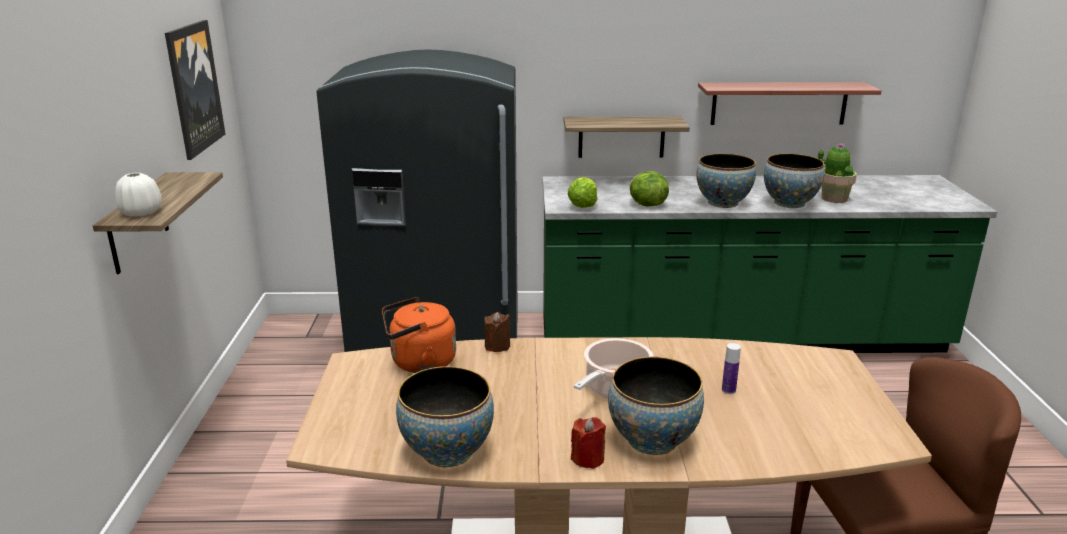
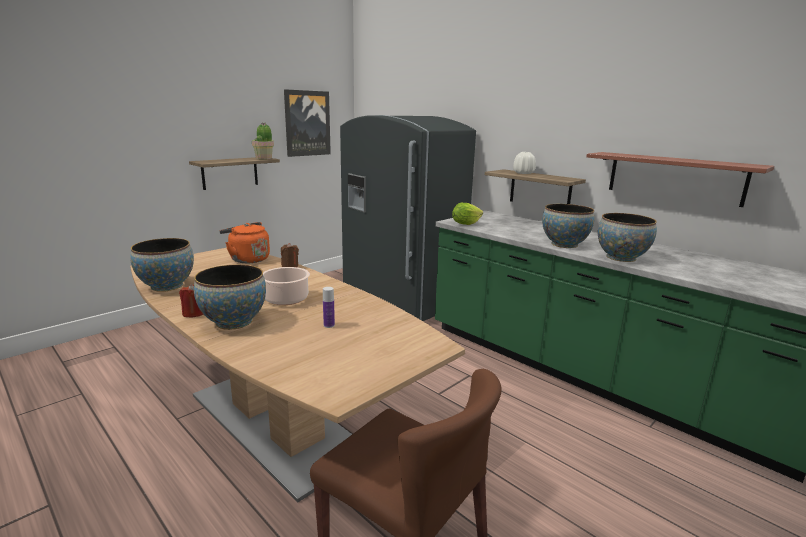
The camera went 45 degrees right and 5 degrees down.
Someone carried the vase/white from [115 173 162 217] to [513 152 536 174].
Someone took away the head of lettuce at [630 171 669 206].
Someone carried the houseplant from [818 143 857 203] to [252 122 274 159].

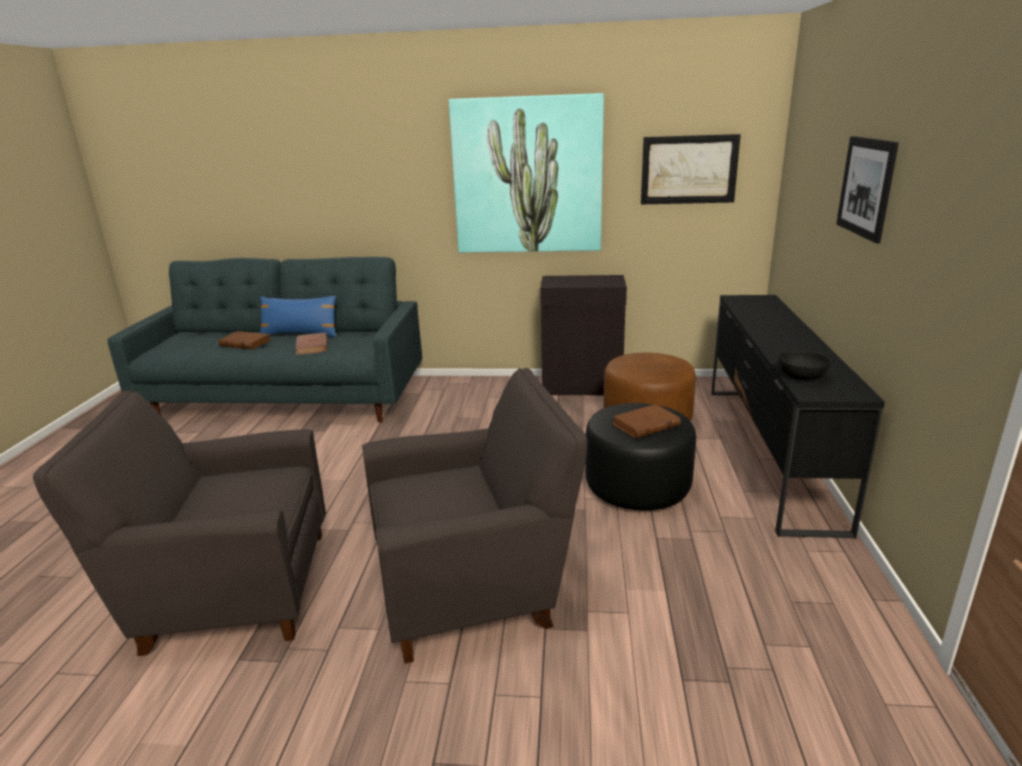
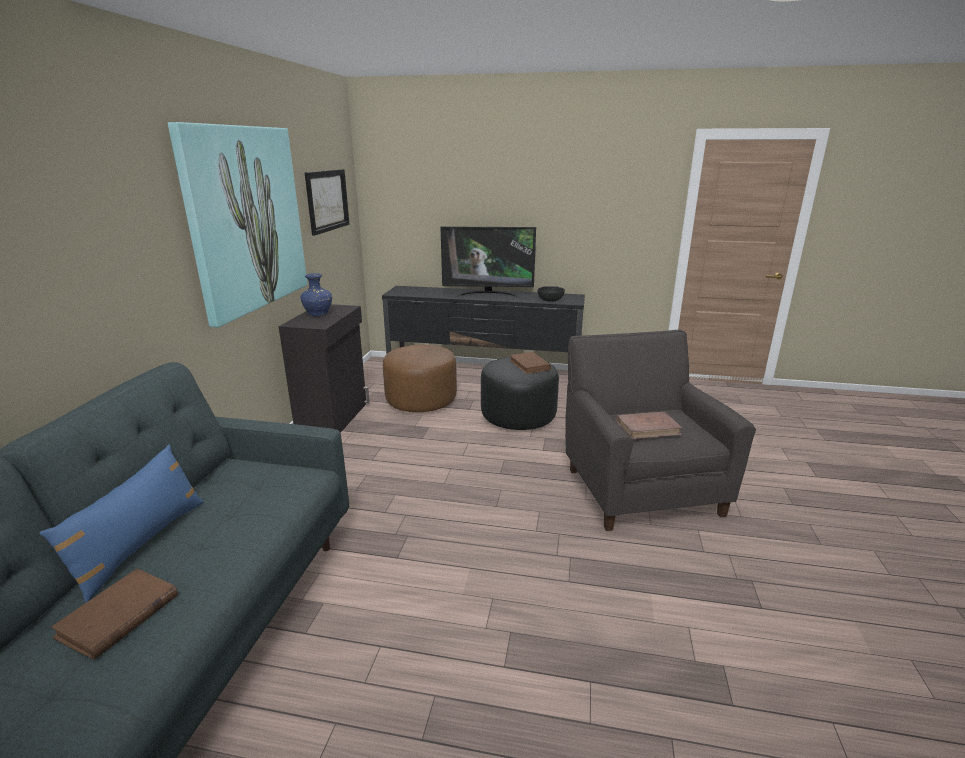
The camera went 85 degrees left and 0 degrees up.
Someone took away the armchair/greyish at [33 390 326 656].
Someone carried the book/brown-coloured from [295 333 327 355] to [616 412 682 439].
Someone took away the picture at [836 136 899 243].
Someone put down the vase/bluish at [301 273 332 316].
Someone put down the television at [440 226 536 298].

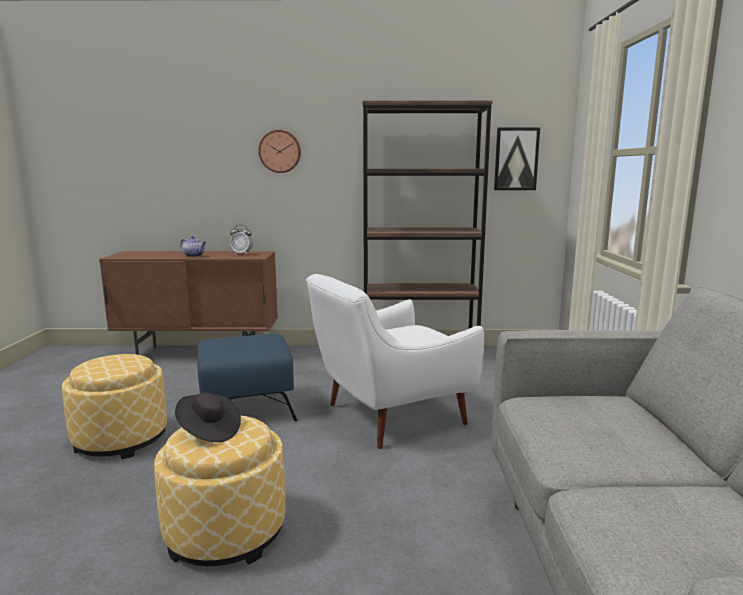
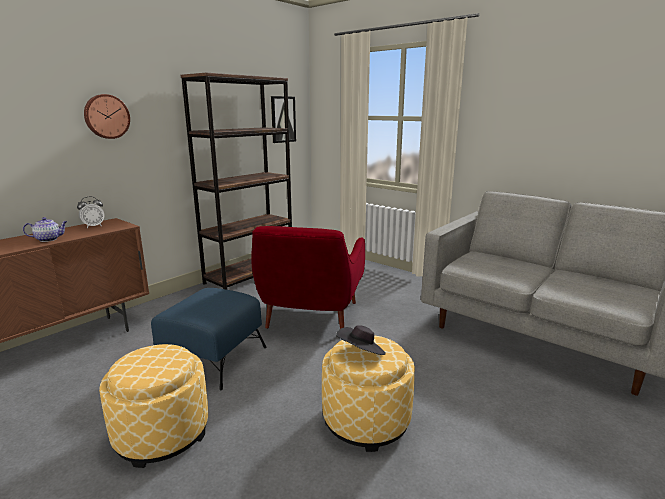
The camera went 50 degrees left and 5 degrees up.
Someone repainted the armchair/white at [306 274 484 449], which became the armchair/red-coloured at [252 226 365 329].

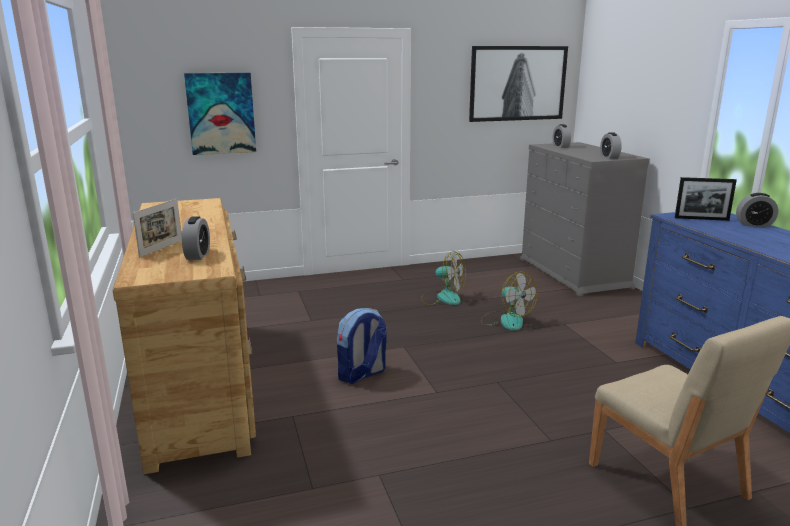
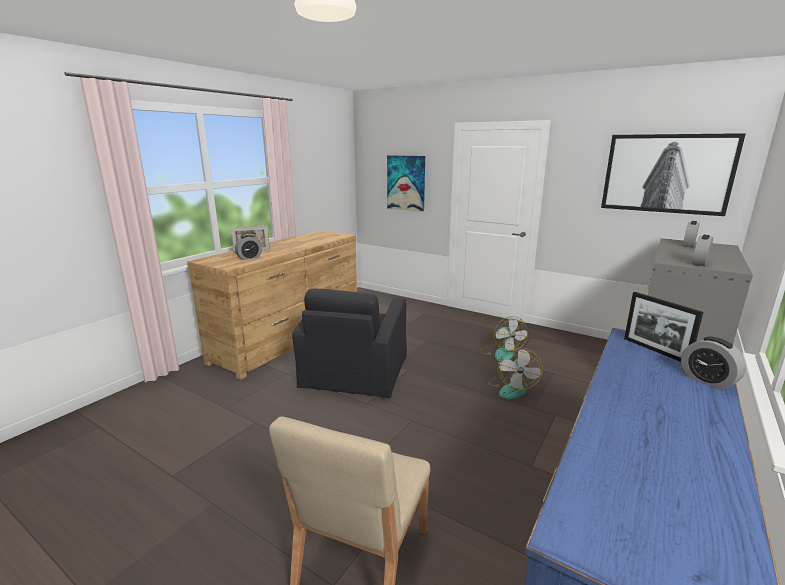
The camera went 50 degrees right and 0 degrees up.
Someone swapped the rucksack at [337 308 387 384] for the armchair/black at [292 289 407 398].

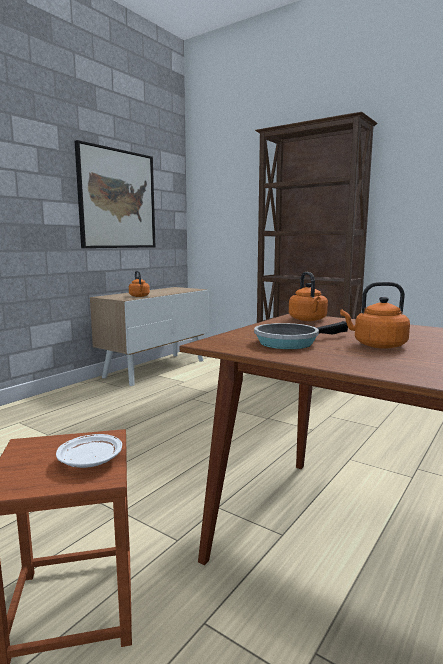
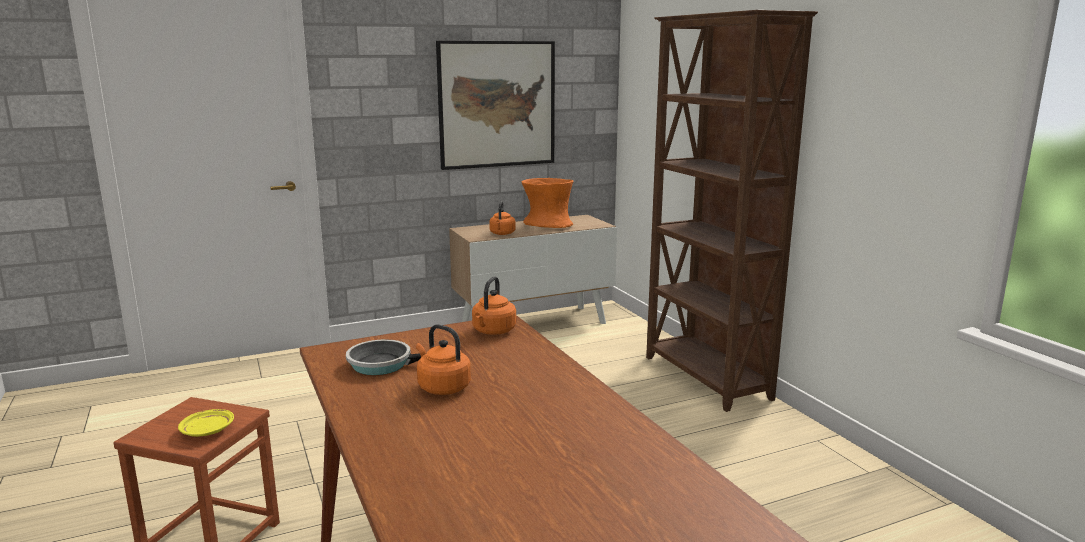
The camera went 30 degrees right and 5 degrees up.
Someone repainted the flat dish/white at [56 434 122 468], which became the flat dish/yellow at [178 409 234 437].
Someone put down the vase/orange at [522 178 573 228].

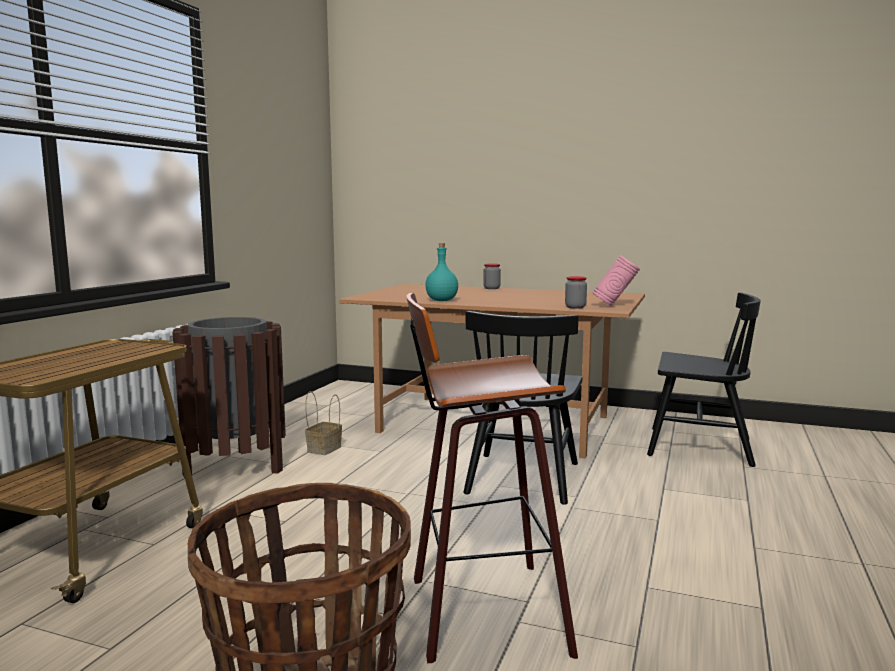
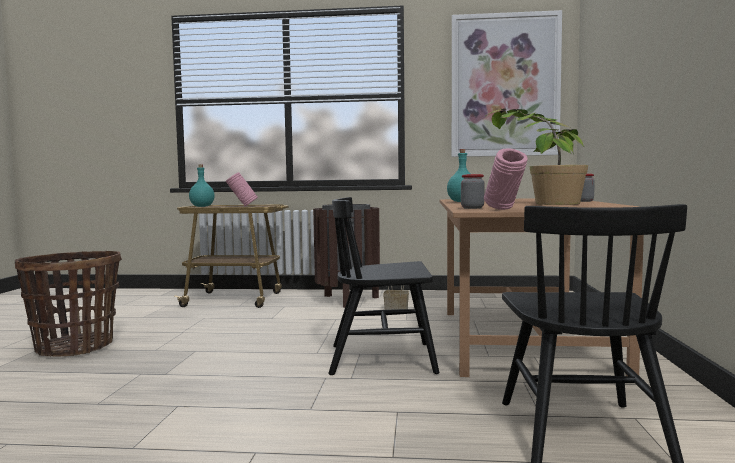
The camera went 75 degrees right and 5 degrees down.
Someone took away the sitting stool at [406 293 578 663].
Someone put down the beverage bottle/turquoise at [189 164 215 207].
Someone put down the vase/pinkish at [226 172 258 207].
Someone put up the picture at [452 10 562 157].
Someone put down the houseplant at [486 109 588 205].

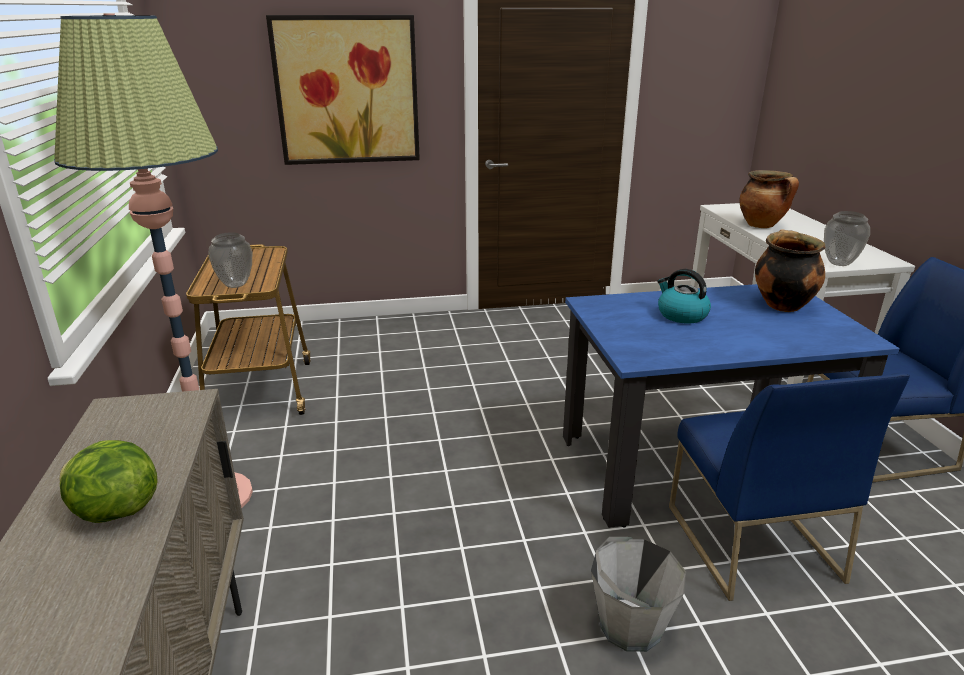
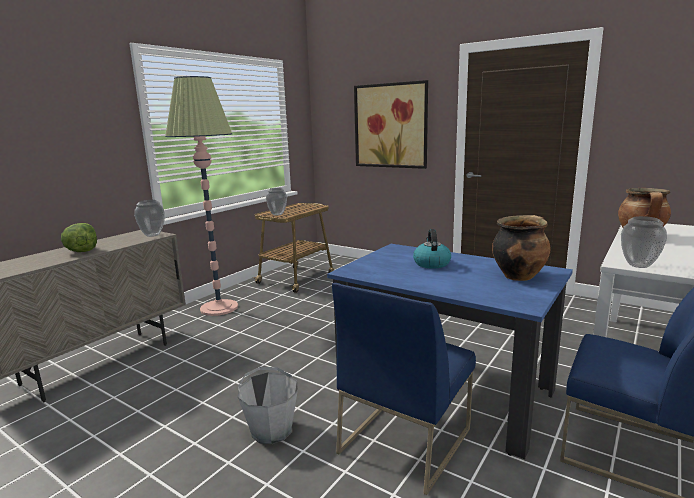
The camera went 45 degrees right and 10 degrees down.
Someone put down the vase at [134 200 165 237].

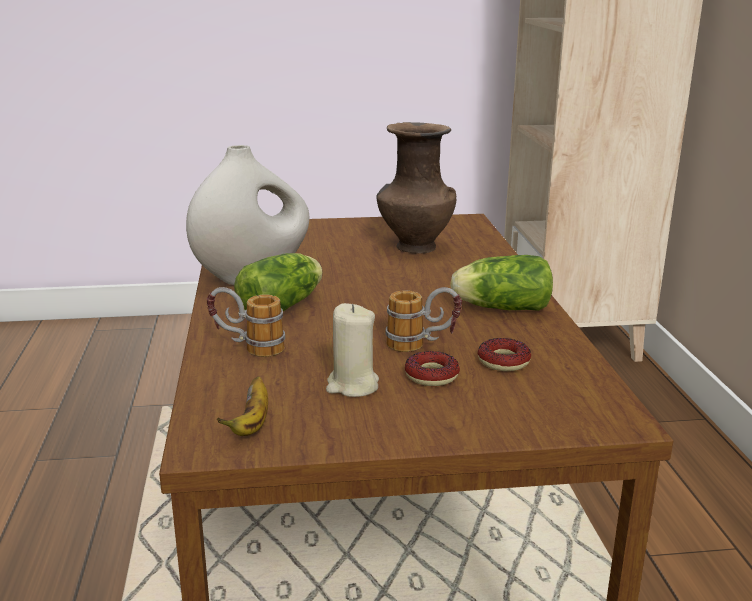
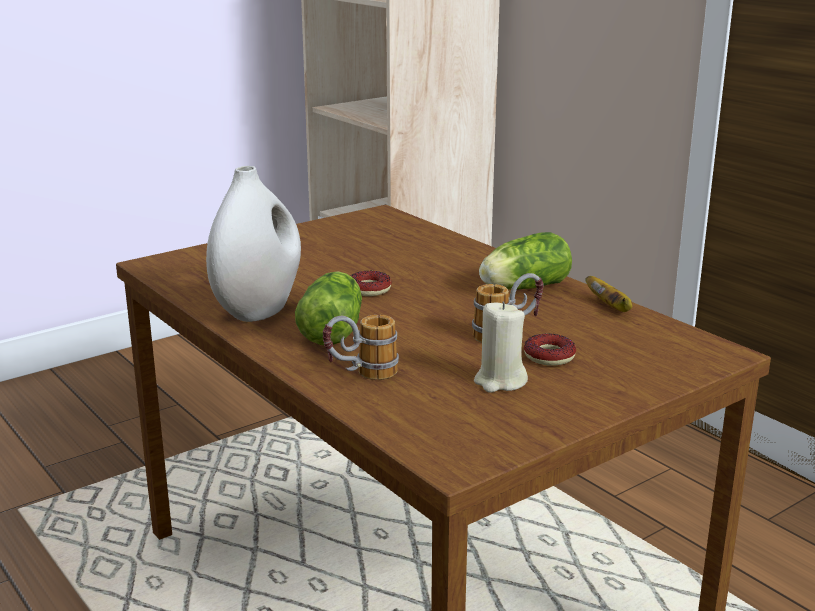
The camera went 30 degrees left and 0 degrees up.
Someone carried the banana from [217 376 268 436] to [585 276 632 312].
Someone took away the vase/brown-coloured at [376 122 456 254].
Someone carried the ring doughnut from [477 338 531 371] to [351 271 391 296].

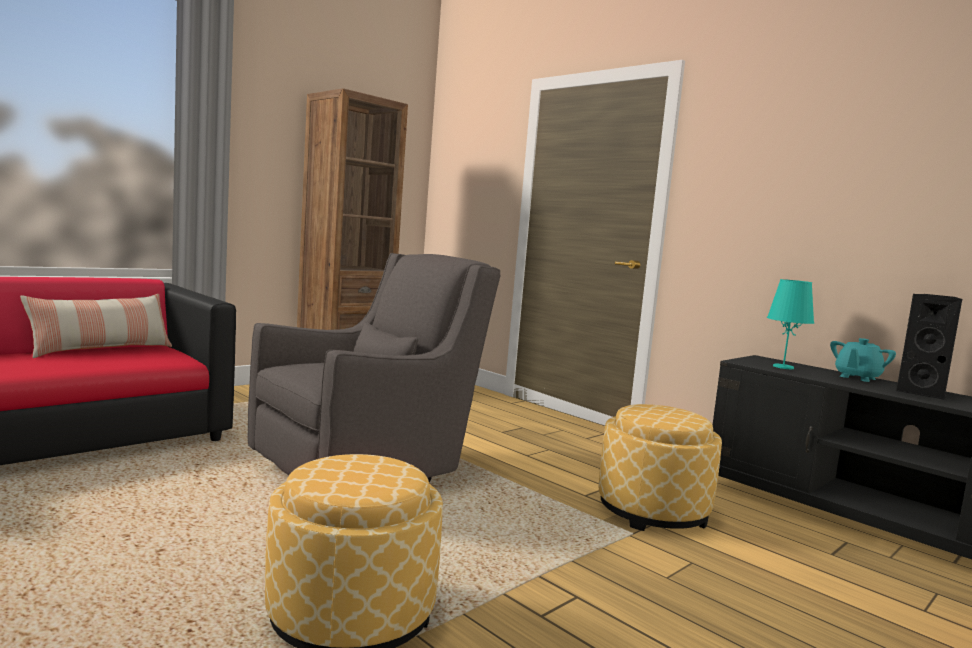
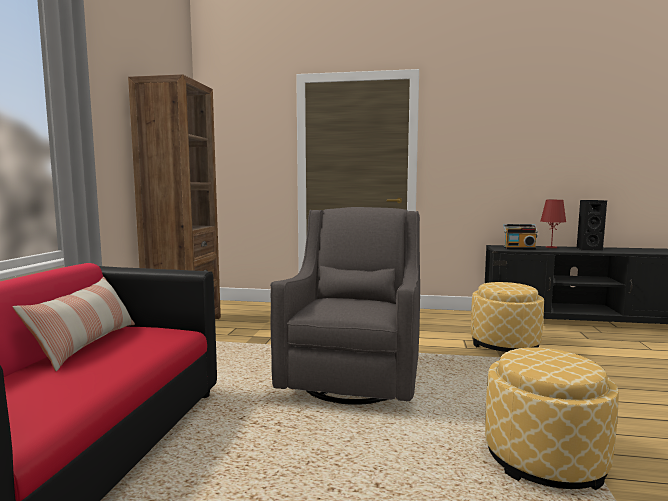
The camera went 35 degrees left and 0 degrees up.
Someone swapped the tabletop lamp/turquoise at [767 279 814 369] for the radio receiver at [503 224 538 249].
Someone swapped the teapot/turquoise at [830 338 896 382] for the tabletop lamp/red-coloured at [541 200 566 248].

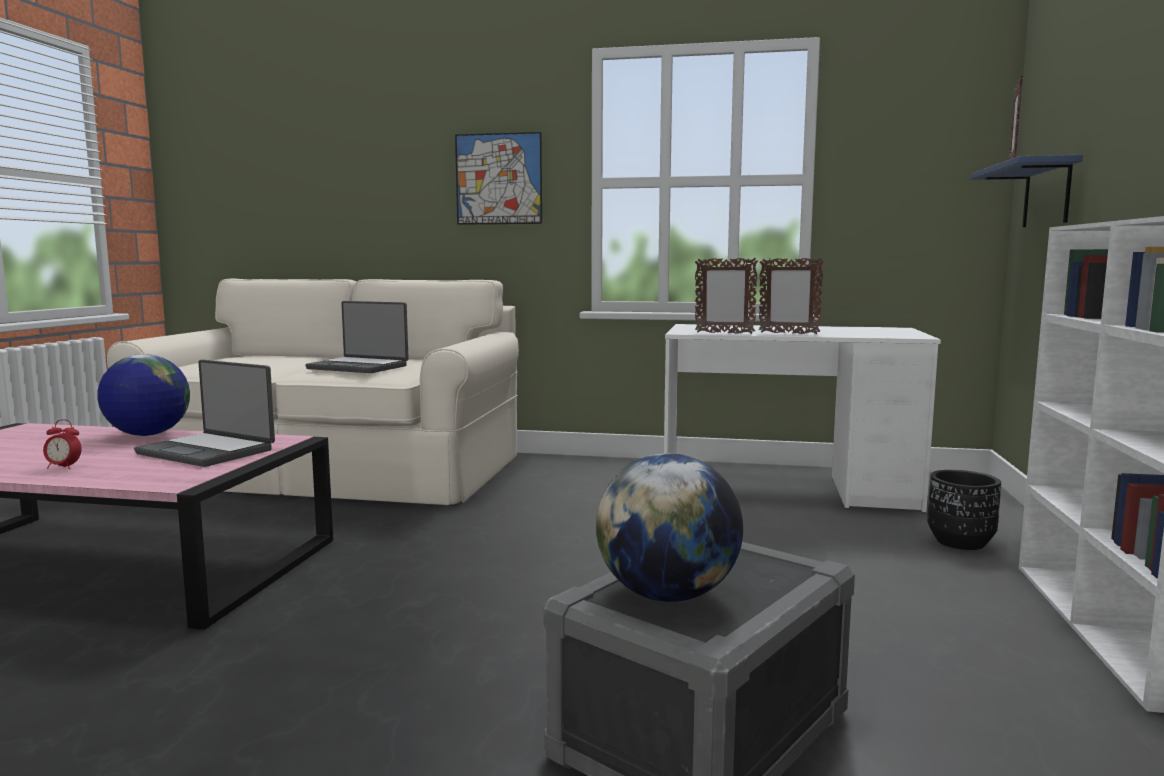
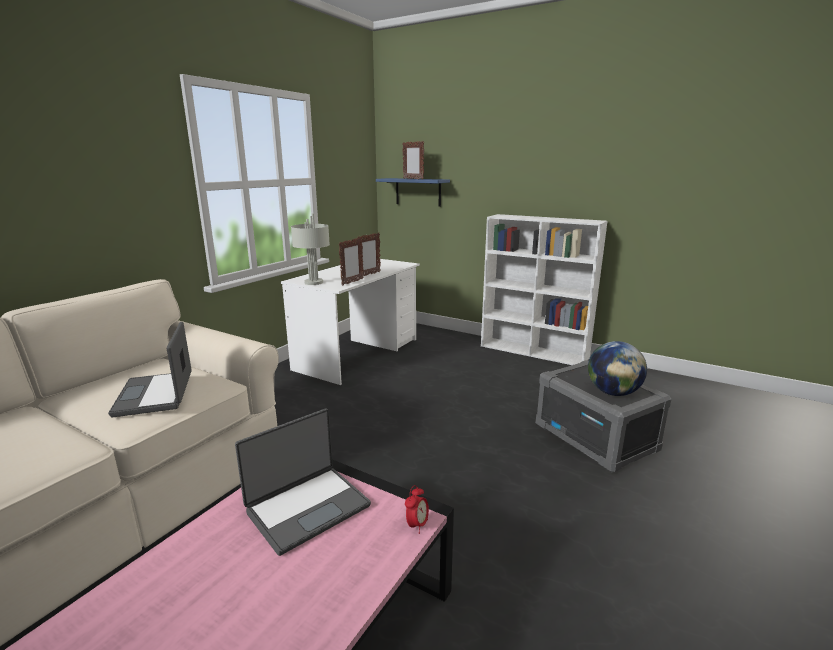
The camera went 70 degrees left and 10 degrees up.
Someone carried the bedside clock from [43 419 82 469] to [405 485 429 534].
Someone took away the world globe at [97 354 190 436].
Someone rotated the notebook computer at [305 301 409 373] by 120 degrees clockwise.
Someone took away the picture at [455 132 542 225].
Someone took away the planter/black at [927 470 1001 550].
Someone put down the tabletop lamp/greyish at [291 213 330 285].

